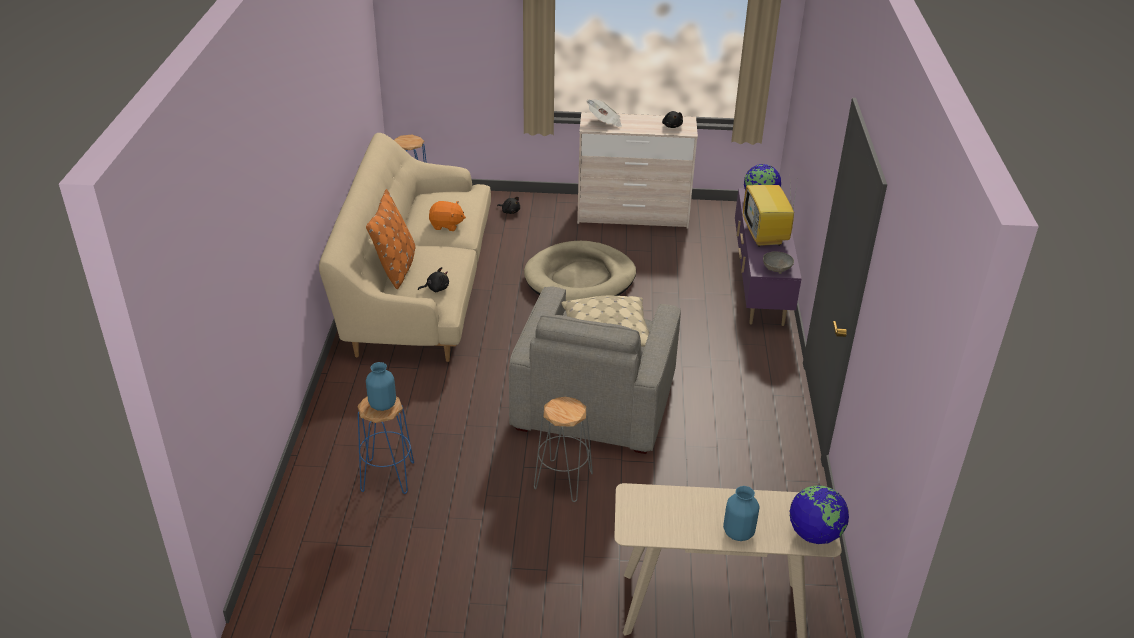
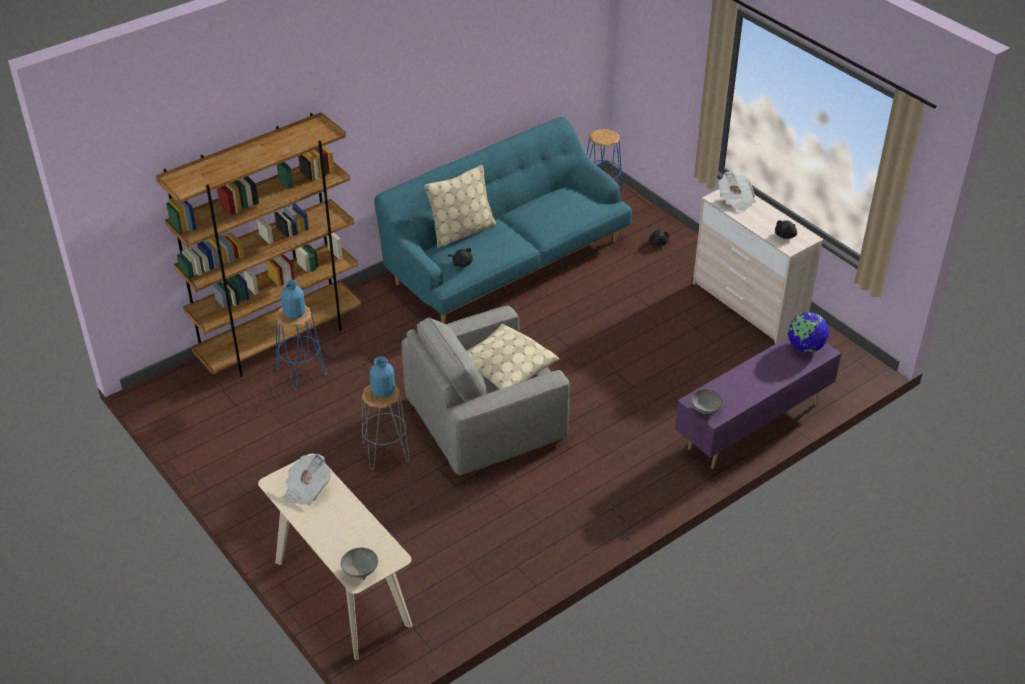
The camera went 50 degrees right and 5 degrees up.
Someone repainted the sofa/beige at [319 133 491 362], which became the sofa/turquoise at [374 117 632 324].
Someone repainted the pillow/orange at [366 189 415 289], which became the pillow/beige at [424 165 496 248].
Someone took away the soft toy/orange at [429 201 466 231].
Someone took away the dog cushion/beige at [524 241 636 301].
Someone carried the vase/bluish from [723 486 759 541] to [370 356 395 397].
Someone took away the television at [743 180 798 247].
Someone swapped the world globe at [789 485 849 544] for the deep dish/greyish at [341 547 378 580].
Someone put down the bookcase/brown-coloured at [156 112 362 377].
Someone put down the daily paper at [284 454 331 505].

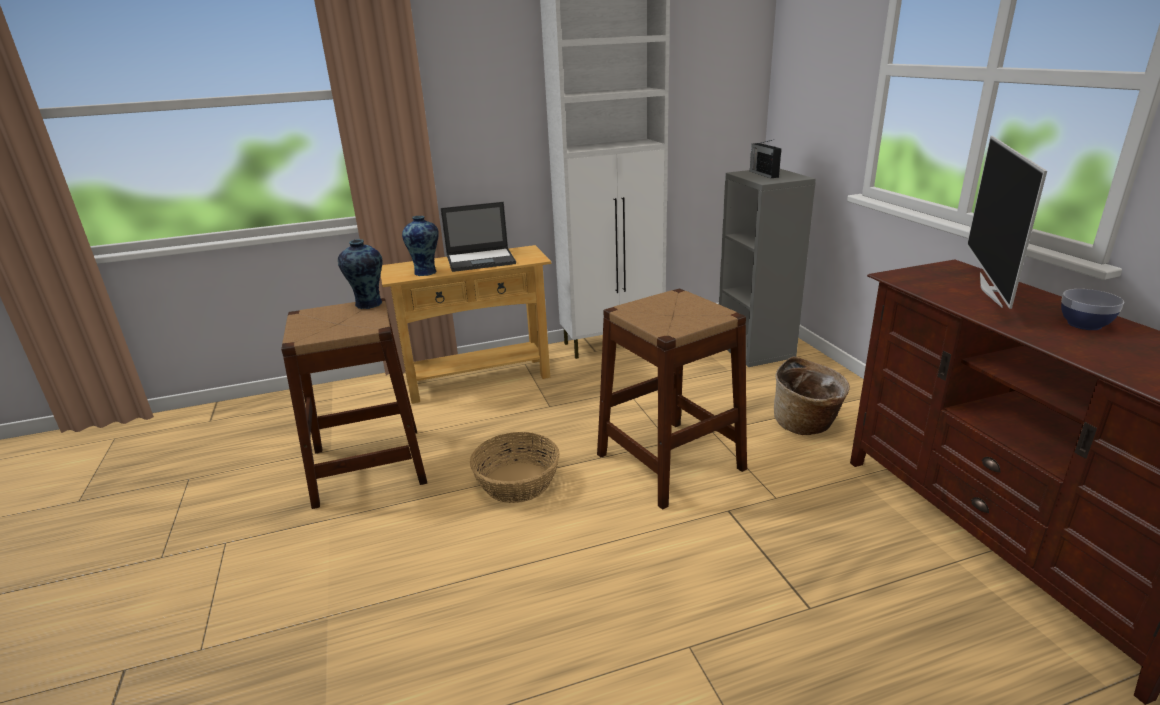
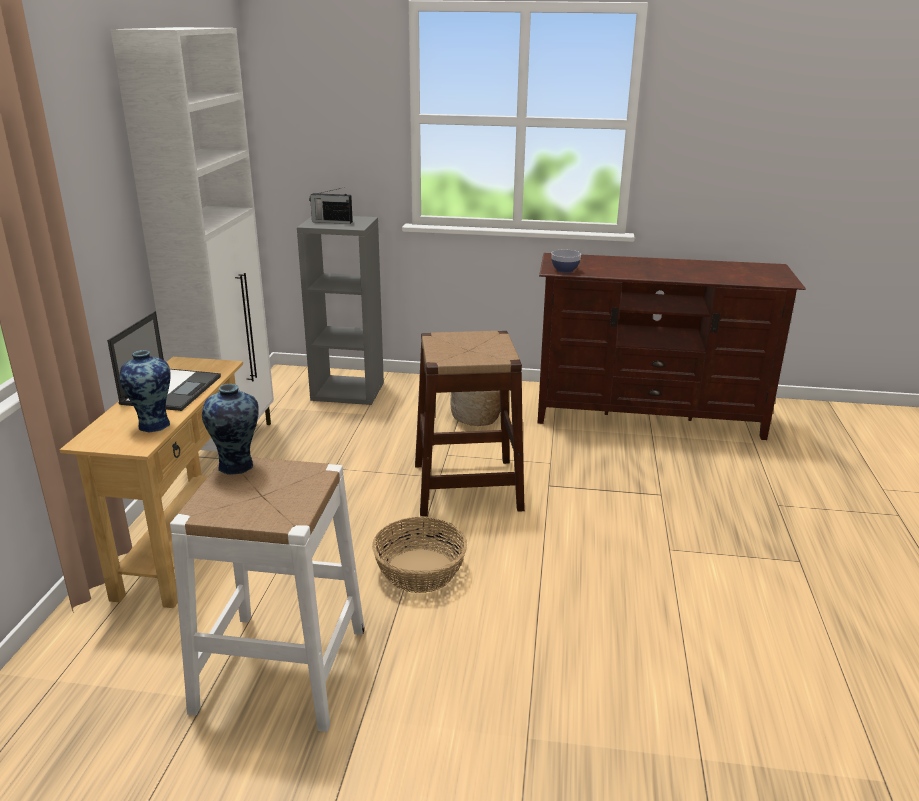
The camera went 65 degrees left and 0 degrees up.
Someone repainted the sitting stool/brown-coloured at [281 298 427 509], which became the sitting stool/white at [170 457 365 732].
Someone took away the television at [967 136 1047 309].
Someone carried the deep dish from [1061 289 1124 330] to [551 250 581 273].

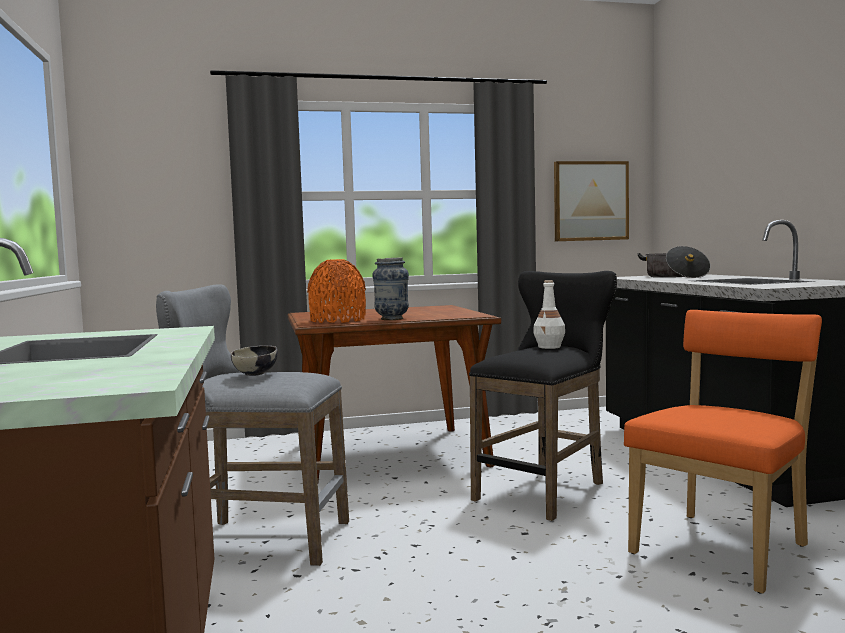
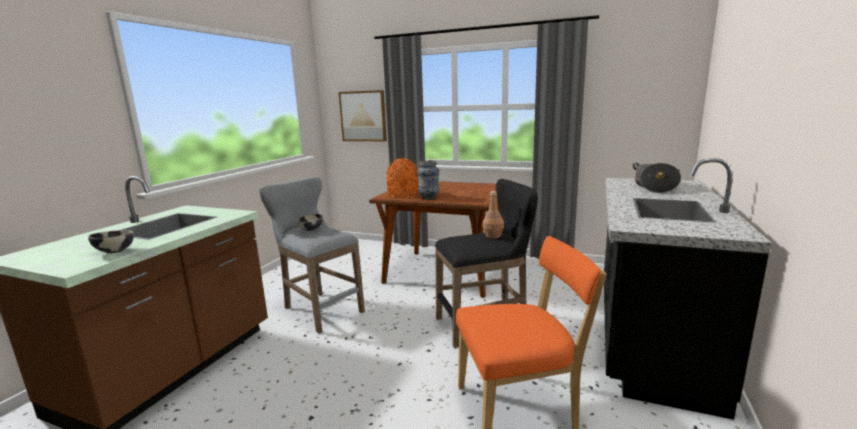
The camera went 35 degrees right and 10 degrees up.
Someone repainted the beverage bottle/white at [533 280 565 349], which became the beverage bottle/brown-coloured at [482 191 504 238].
Someone carried the picture from [554 161 629 241] to [339 90 387 141].
Someone put down the deep dish at [88 230 134 253].

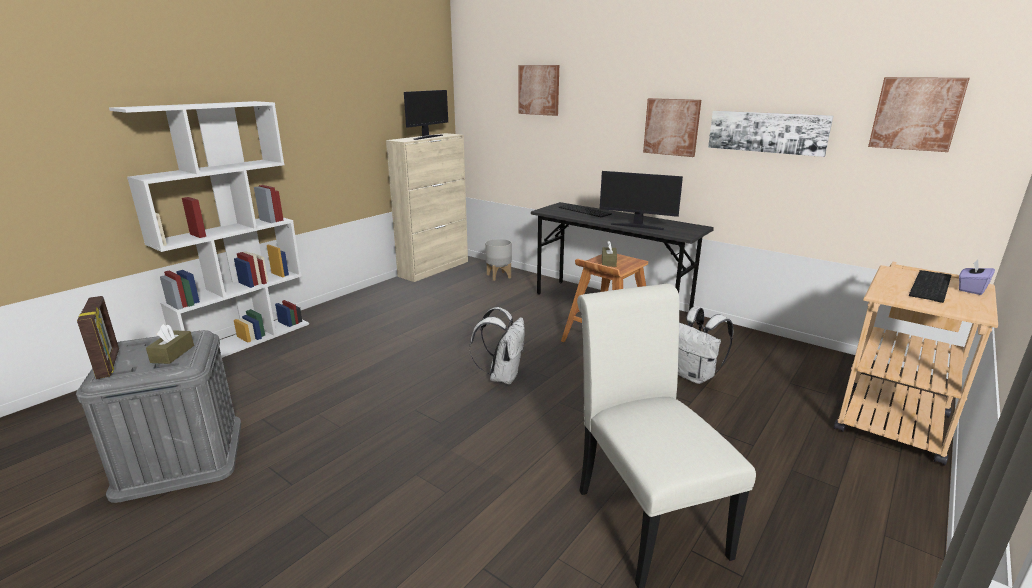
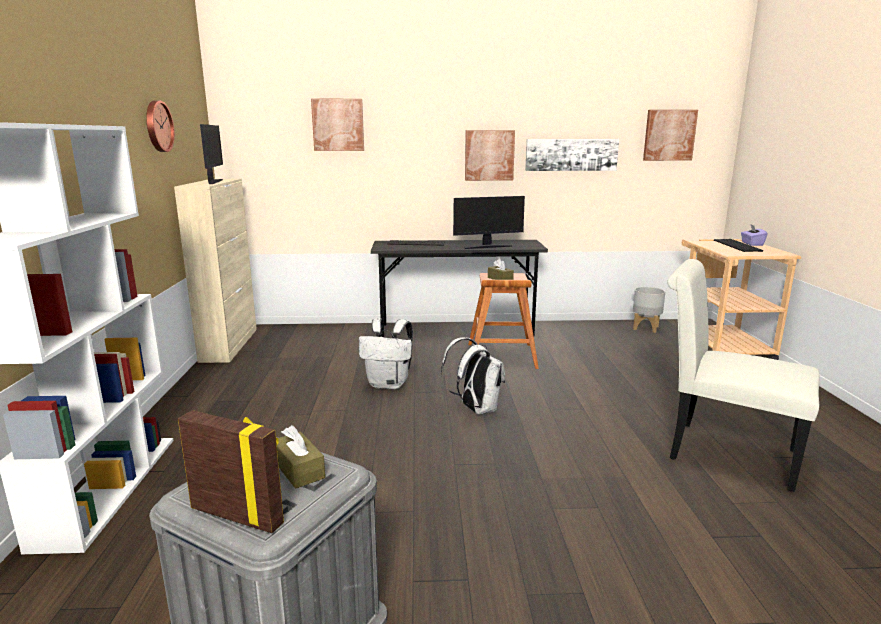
The camera went 40 degrees left and 5 degrees down.
Someone carried the planter/greyish from [485 239 512 281] to [633 287 665 333].
Someone carried the rucksack/white from [678 307 734 384] to [359 318 413 389].
Someone put up the wall clock at [146 101 175 152].

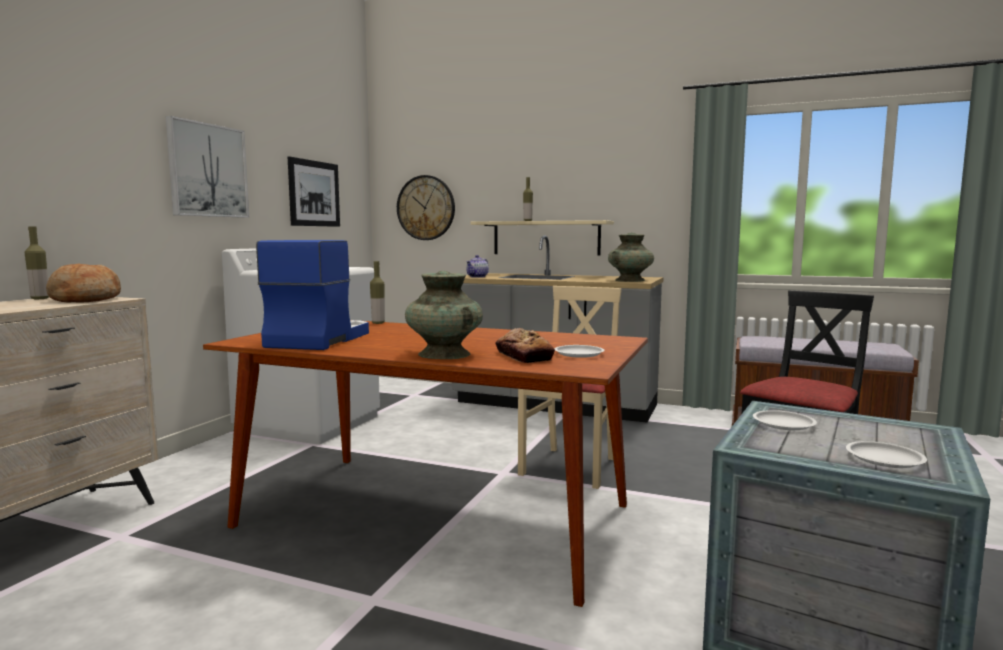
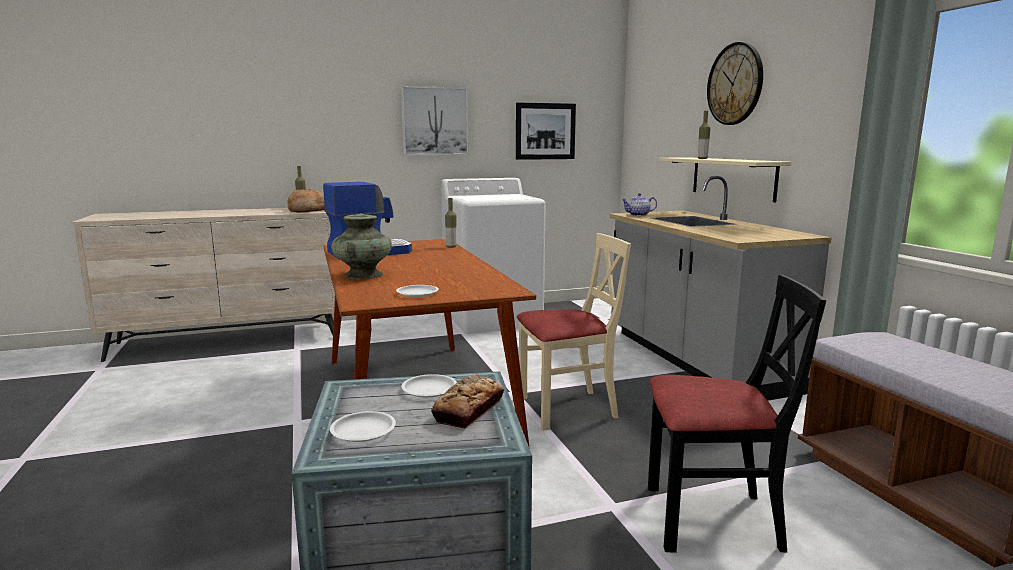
The camera went 50 degrees right and 5 degrees up.
Someone carried the wall clock from [397 175 455 240] to [707 42 763 125].
Someone carried the bakery bread from [495 328 555 363] to [431 374 504 428].
Someone took away the vase/turquoise at [608 233 654 282].

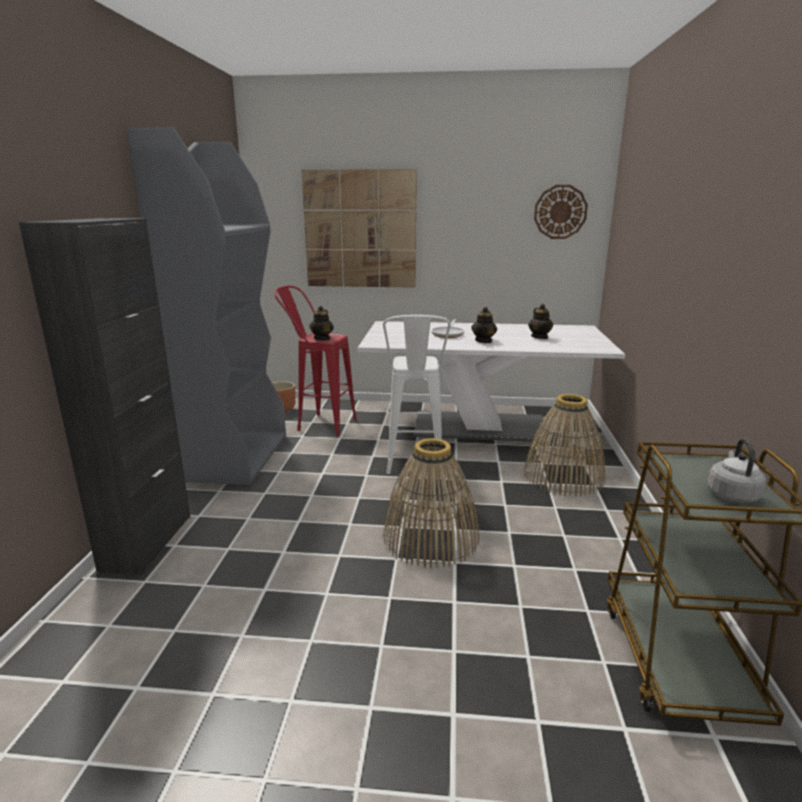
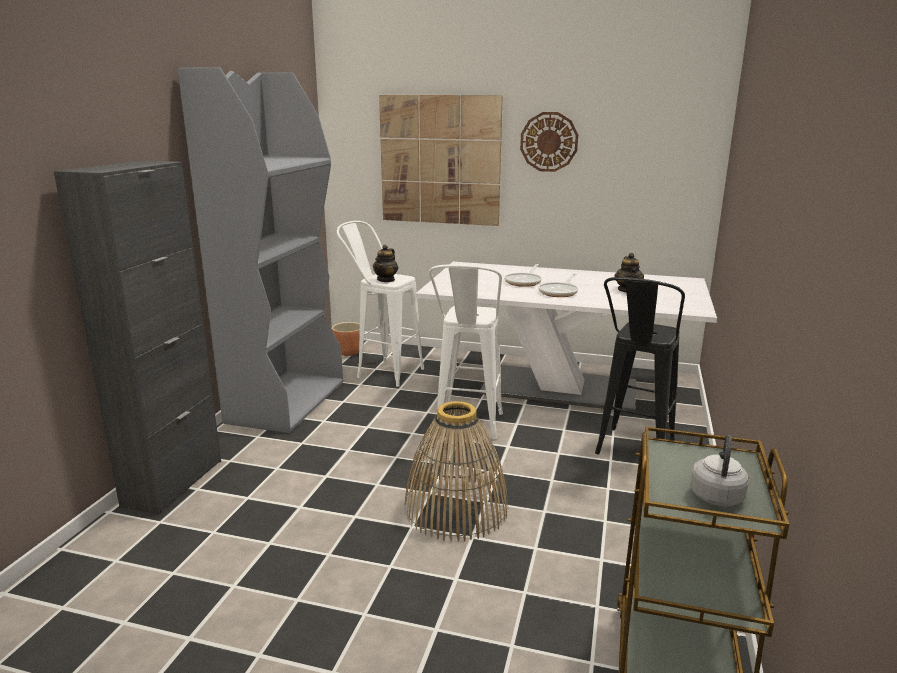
The camera went 10 degrees right and 0 degrees up.
Someone repainted the sitting stool/red-coloured at [274 285 357 436], which became the sitting stool/white at [337 221 424 387].
Someone swapped the teapot at [471 307 497 343] for the skillet at [538 273 578 297].
Someone swapped the basket at [524 394 605 497] for the sitting stool/black at [595 277 685 455].
Someone carried the wall clock from [534 185 588 239] to [520 112 578 172].

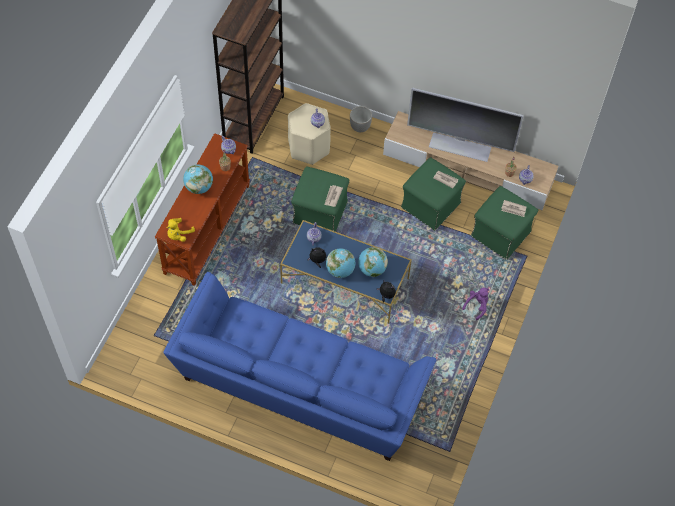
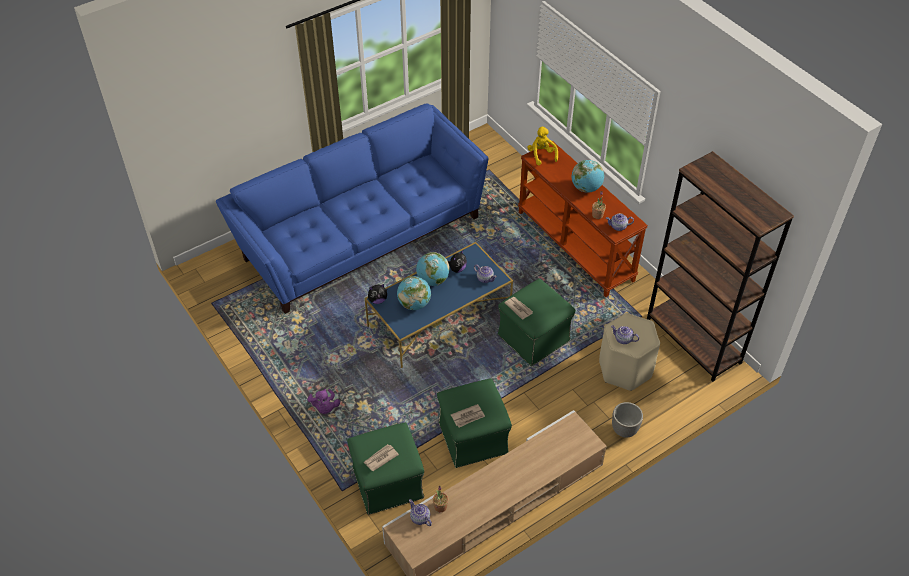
The camera went 125 degrees right and 10 degrees down.
Someone took away the television at [407 88 523 162].

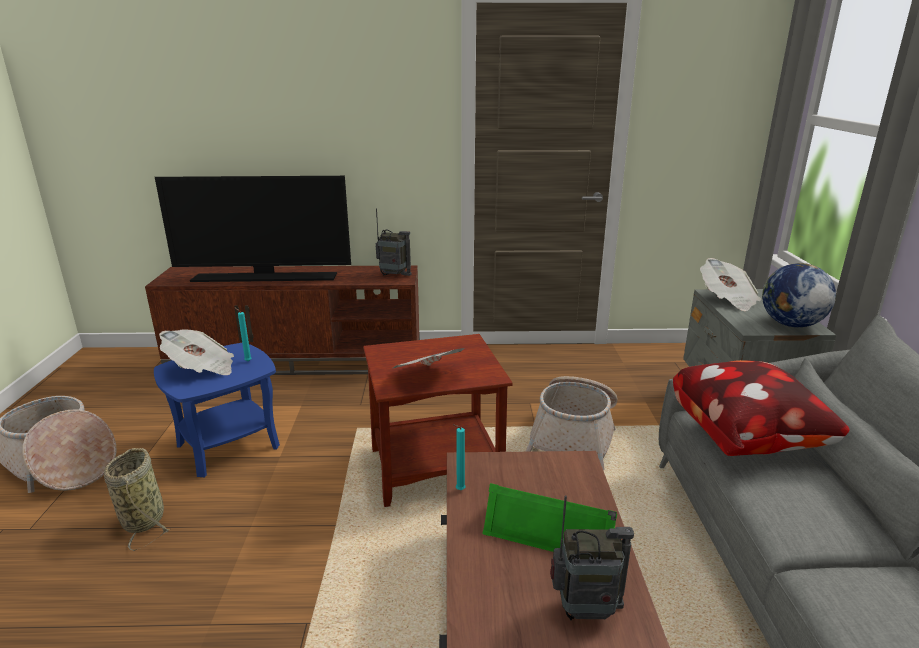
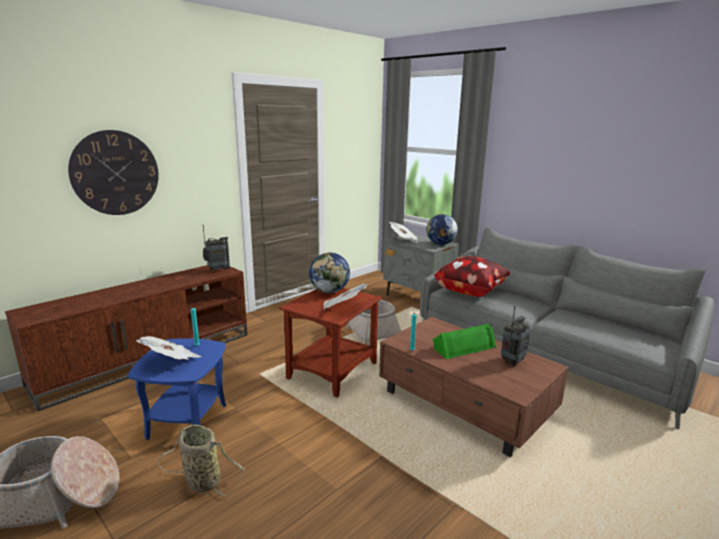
The camera went 45 degrees left and 5 degrees down.
Someone took away the television at [155 176 351 282].
Someone put up the wall clock at [68 130 159 215].
Someone put down the world globe at [309 252 350 293].

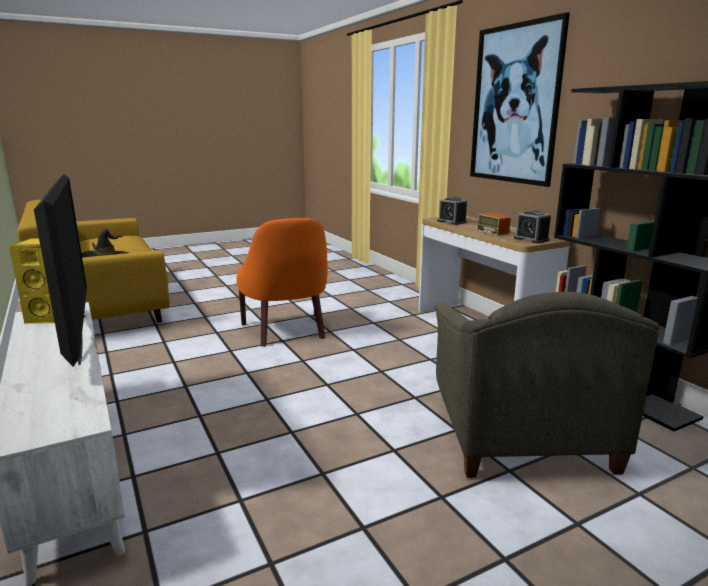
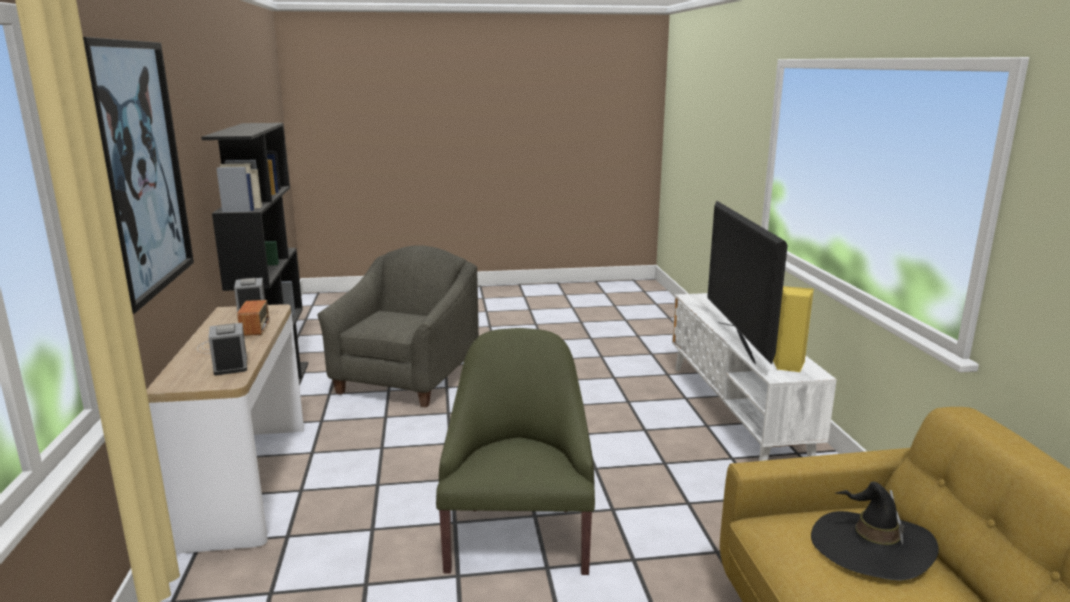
The camera went 160 degrees left and 0 degrees up.
Someone repainted the armchair/orange at [236 218 328 347], which became the armchair/green at [436 328 595 575].

